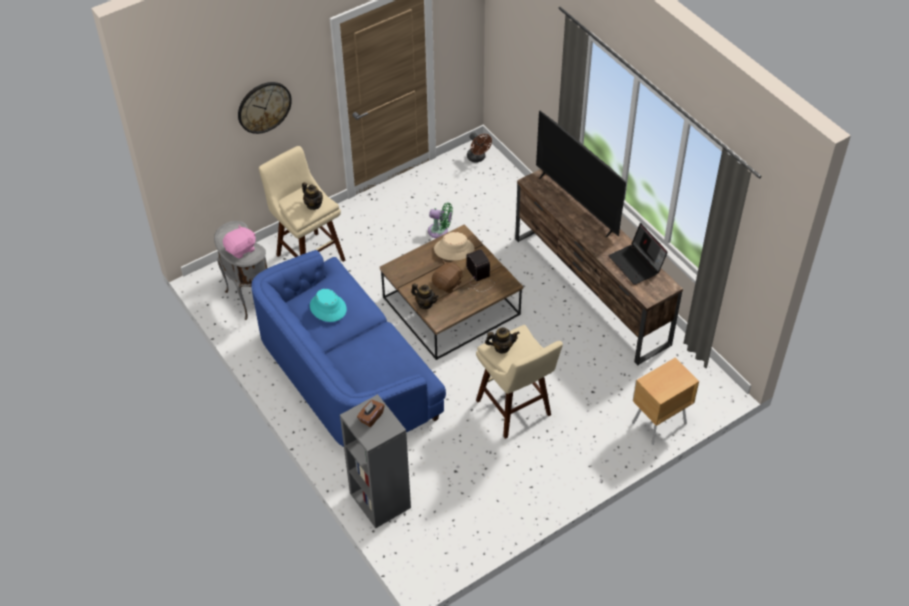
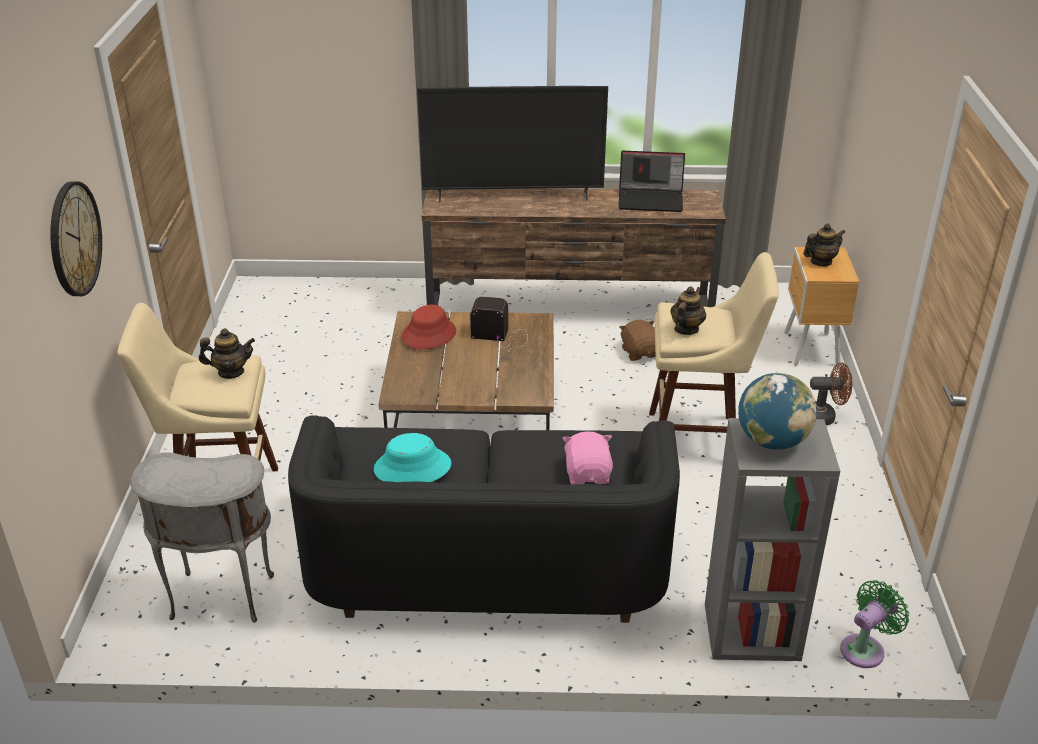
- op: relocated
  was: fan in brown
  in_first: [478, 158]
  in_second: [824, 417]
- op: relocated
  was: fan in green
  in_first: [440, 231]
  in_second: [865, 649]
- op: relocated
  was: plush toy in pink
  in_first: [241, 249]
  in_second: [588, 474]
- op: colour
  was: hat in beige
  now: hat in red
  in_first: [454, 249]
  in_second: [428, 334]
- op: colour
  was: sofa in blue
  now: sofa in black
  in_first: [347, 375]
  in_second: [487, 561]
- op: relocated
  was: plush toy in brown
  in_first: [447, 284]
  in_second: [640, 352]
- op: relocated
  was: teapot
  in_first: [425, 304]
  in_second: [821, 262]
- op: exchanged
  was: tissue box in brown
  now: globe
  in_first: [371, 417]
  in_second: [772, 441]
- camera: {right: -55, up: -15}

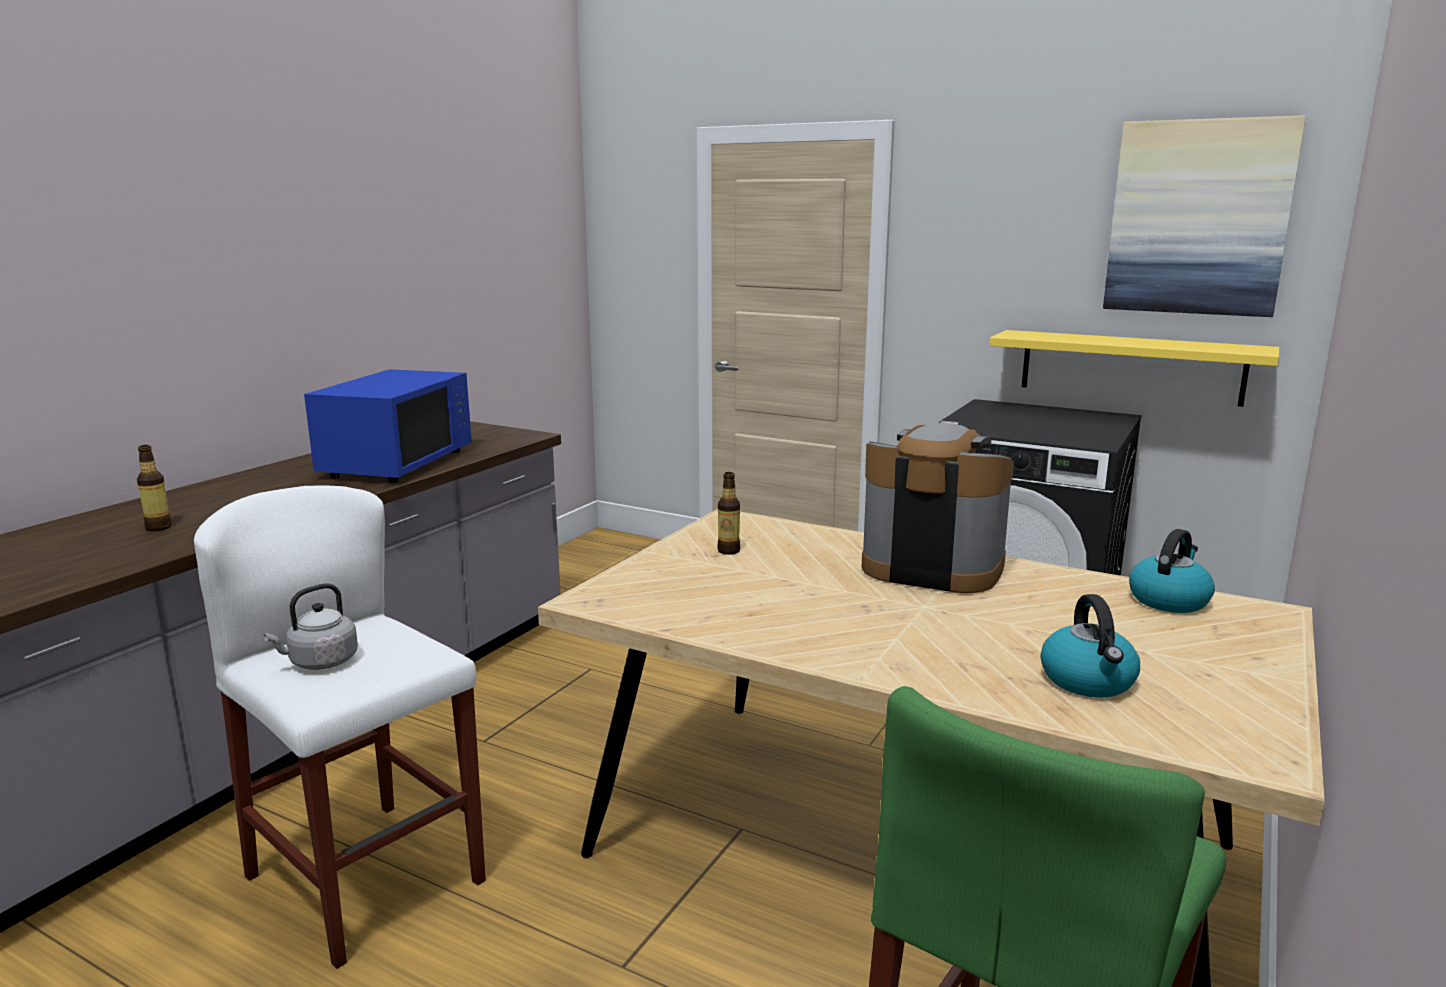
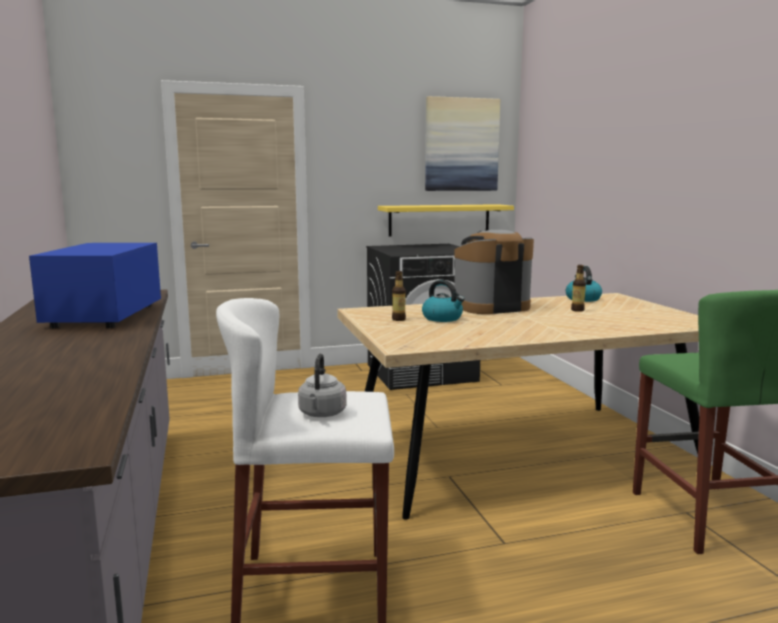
- op: spun
  was: microwave in blue
  in_first: [397, 463]
  in_second: [105, 316]
  clockwise: -150
- op: relocated
  was: bottle
  in_first: [158, 528]
  in_second: [577, 310]
- op: relocated
  was: kettle
  in_first: [1088, 681]
  in_second: [443, 318]
- camera: {right: -45, up: -5}

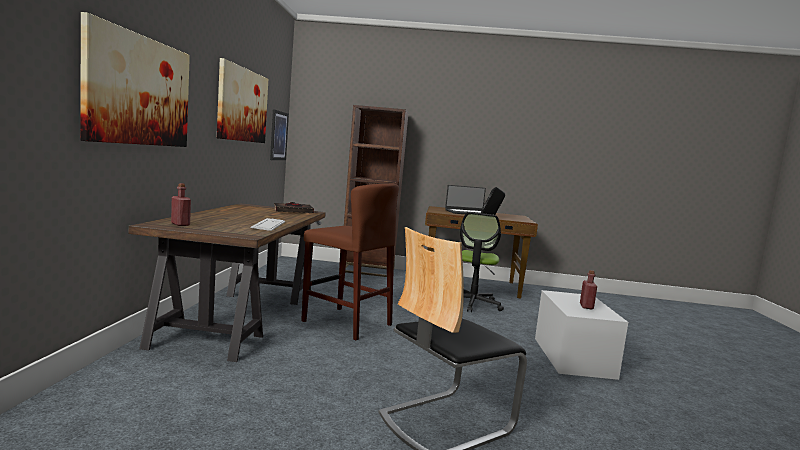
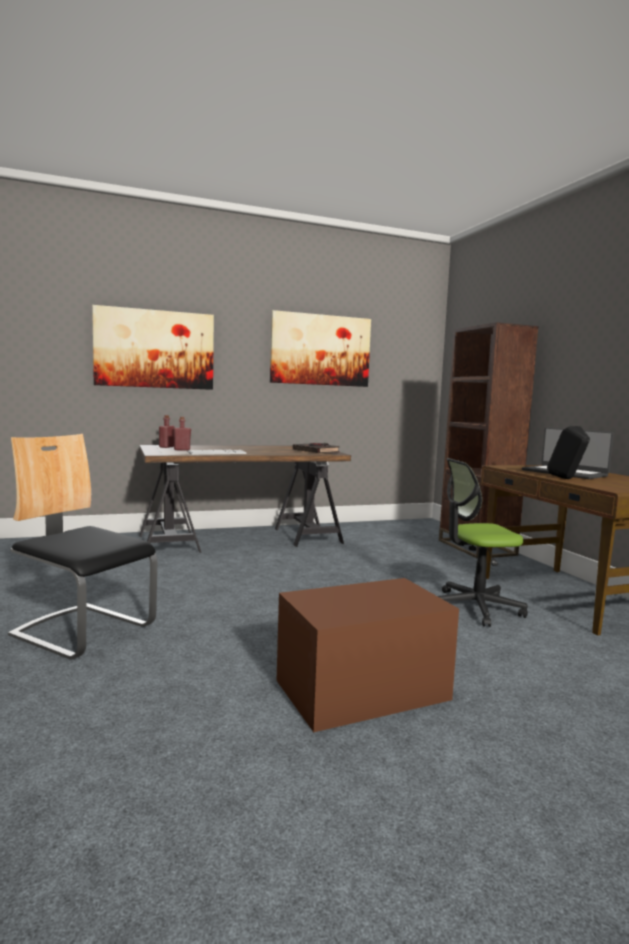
- op: missing
  was: picture
  in_first: [278, 136]
- op: missing
  was: stool in brown
  in_first: [346, 323]
- op: relocated
  was: bottle in red
  in_first: [586, 306]
  in_second: [182, 450]
- op: colour
  was: storage box in white
  now: storage box in brown
  in_first: [573, 357]
  in_second: [362, 690]
- camera: {right: 65, up: 0}

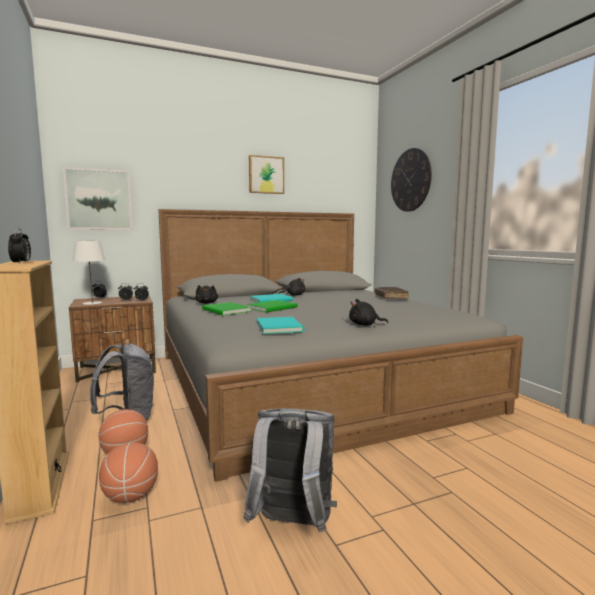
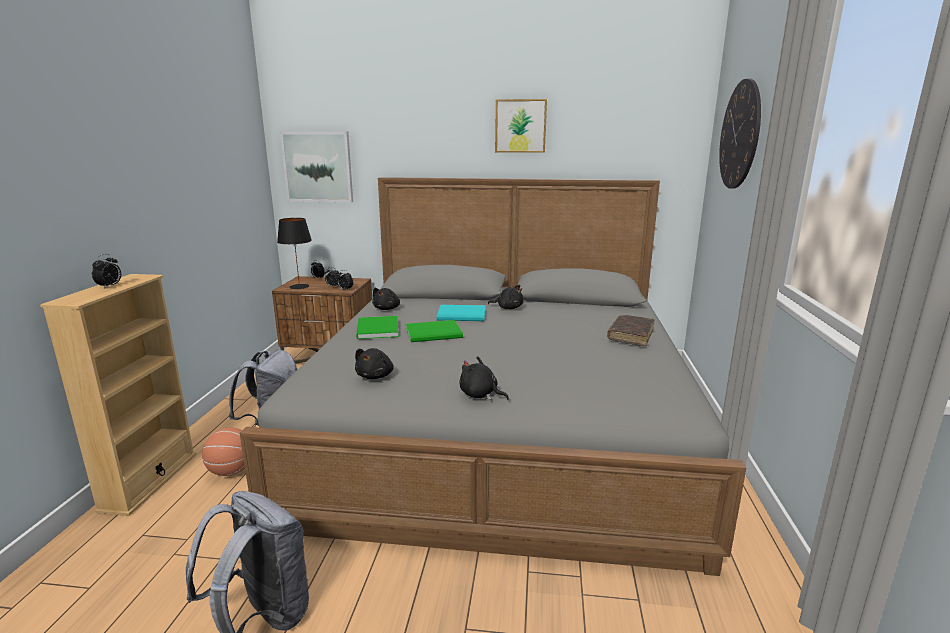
- op: colour
  was: table lamp in white
  now: table lamp in black
  in_first: [92, 303]
  in_second: [299, 286]
- op: exchanged
  was: book in turquoise
  now: plush toy in black
  in_first: [280, 326]
  in_second: [376, 376]
- op: missing
  was: basketball
  in_first: [131, 496]
- camera: {right: 30, up: 10}

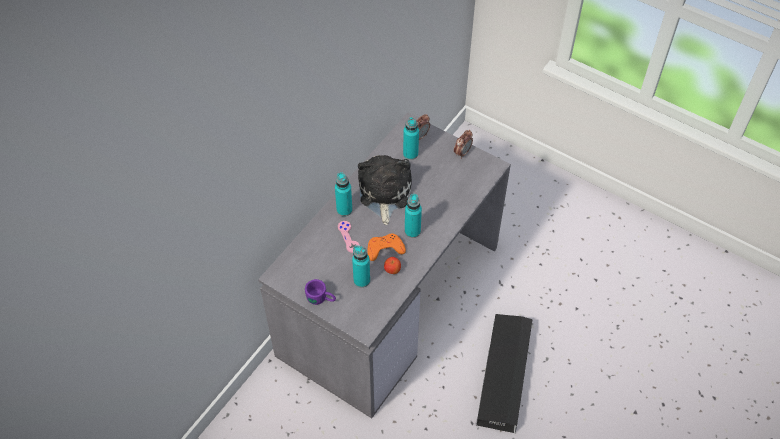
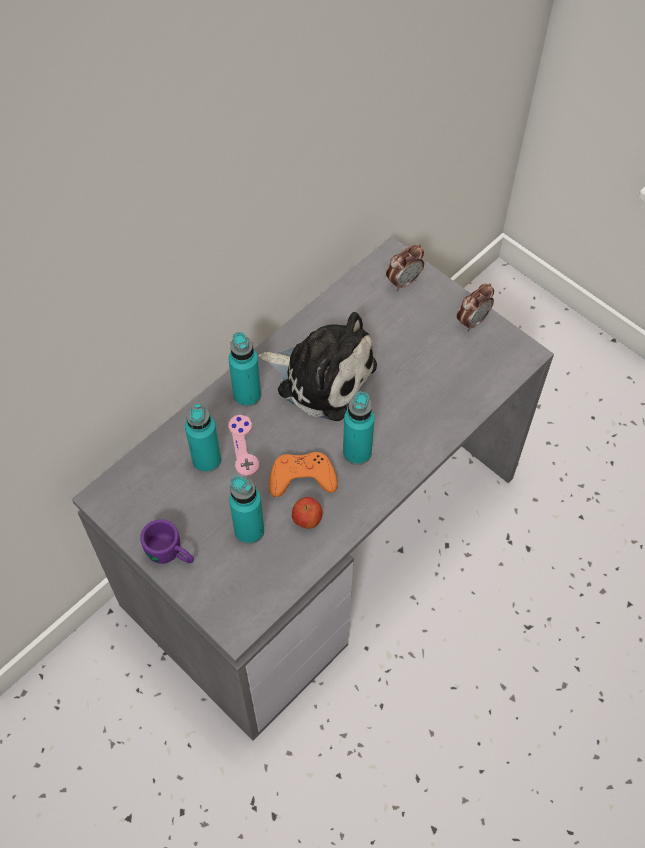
- op: relocated
  was: bottle in turquoise
  in_first: [410, 154]
  in_second: [206, 460]
- op: spun
  was: plush toy
  in_first: [384, 193]
  in_second: [321, 375]
  clockwise: 105
- op: missing
  was: storage box in black
  in_first: [504, 374]
- camera: {right: 10, up: 5}

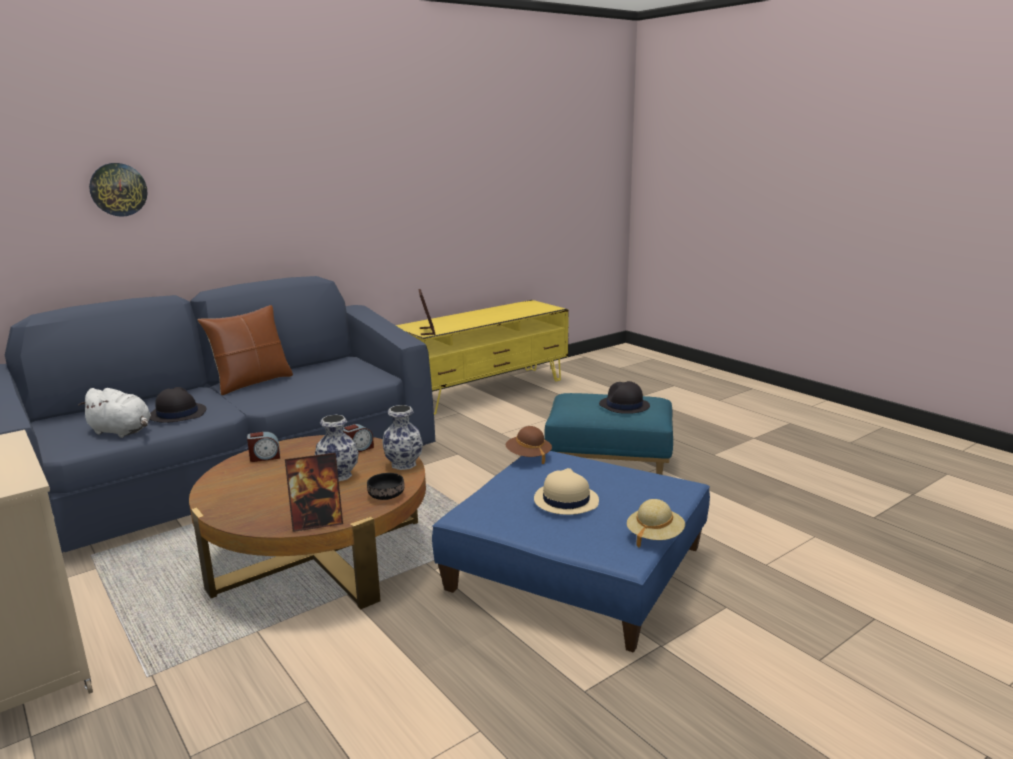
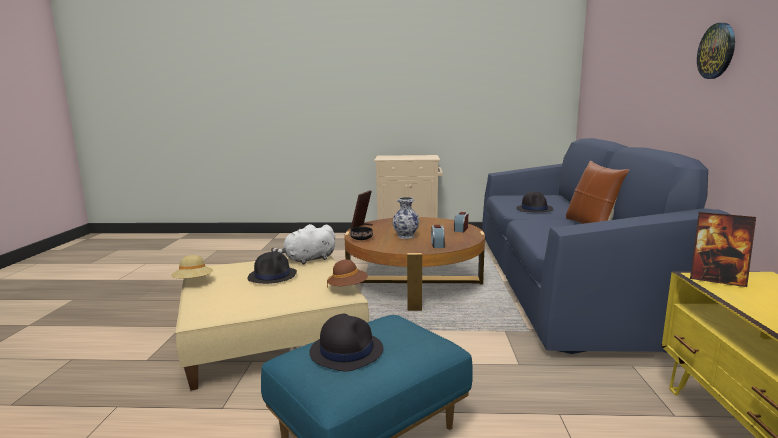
- op: relocated
  was: wall clock
  in_first: [118, 189]
  in_second: [716, 51]
- op: relocated
  was: plush toy in white
  in_first: [122, 432]
  in_second: [308, 260]
- op: missing
  was: vase
  in_first: [404, 464]
- op: colour
  was: ottoman in blue
  now: ottoman in beige
  in_first: [578, 567]
  in_second: [271, 336]
- op: colour
  was: hat in beige
  now: hat in black
  in_first: [565, 500]
  in_second: [273, 276]
- camera: {right: 130, up: -5}

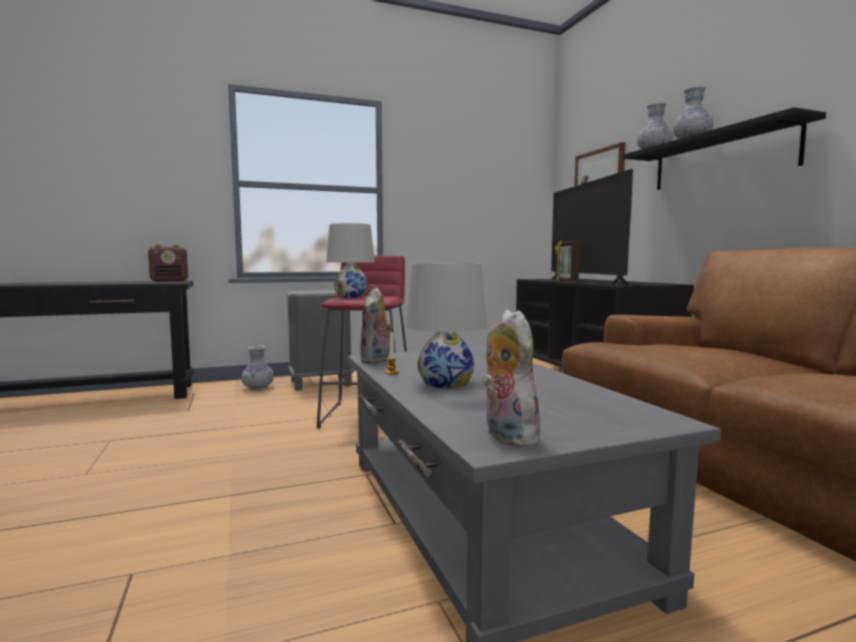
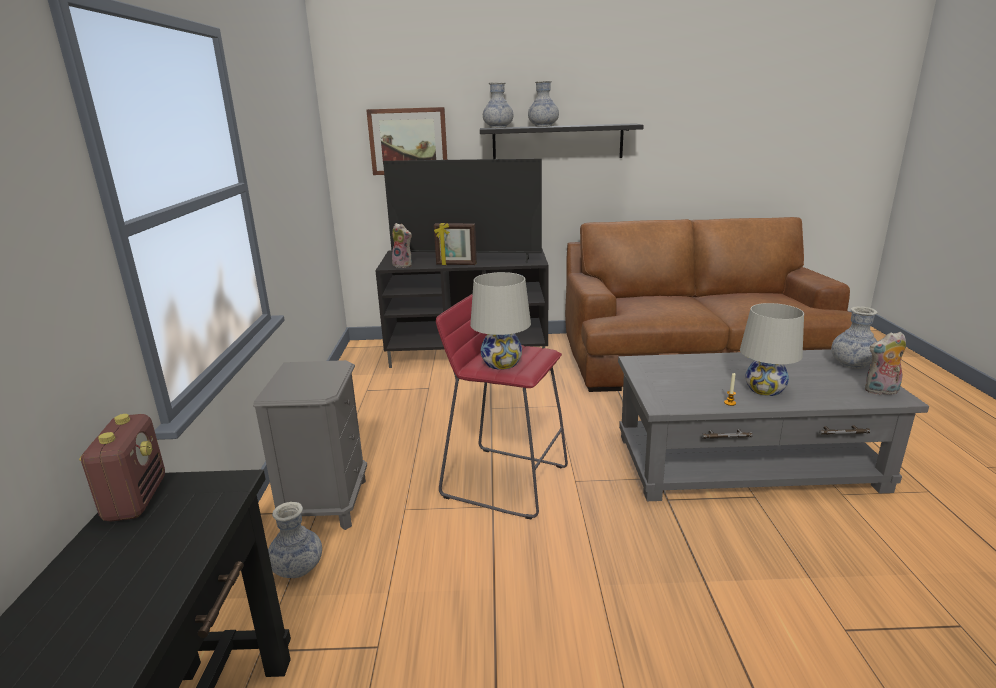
- op: relocated
  was: plush toy
  in_first: [376, 360]
  in_second: [404, 265]
- op: appeared
  now: vase
  in_second: [852, 364]
- camera: {right: -70, up: 15}

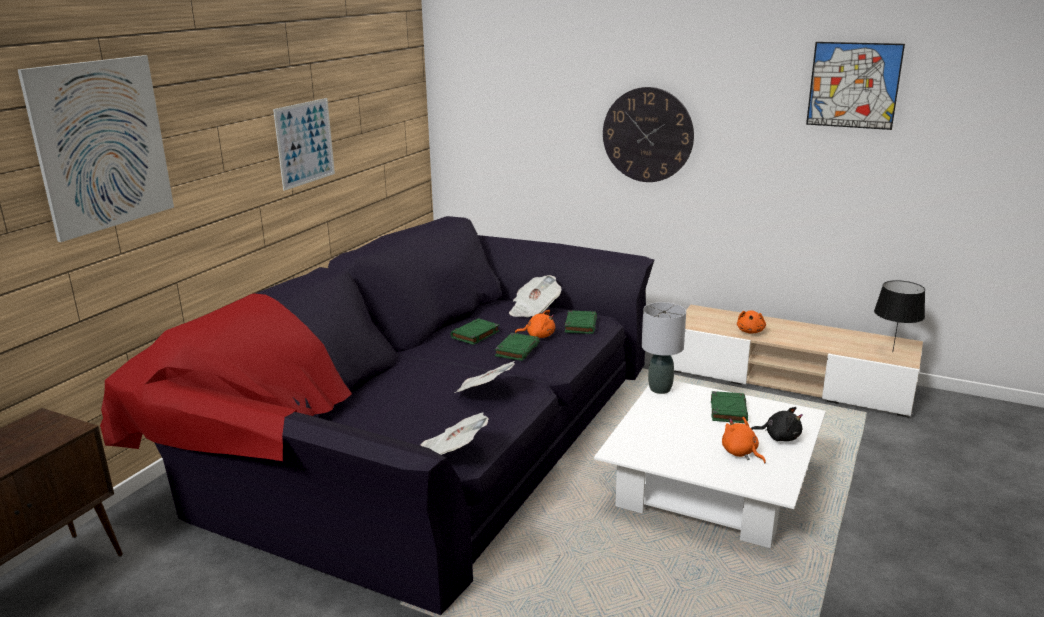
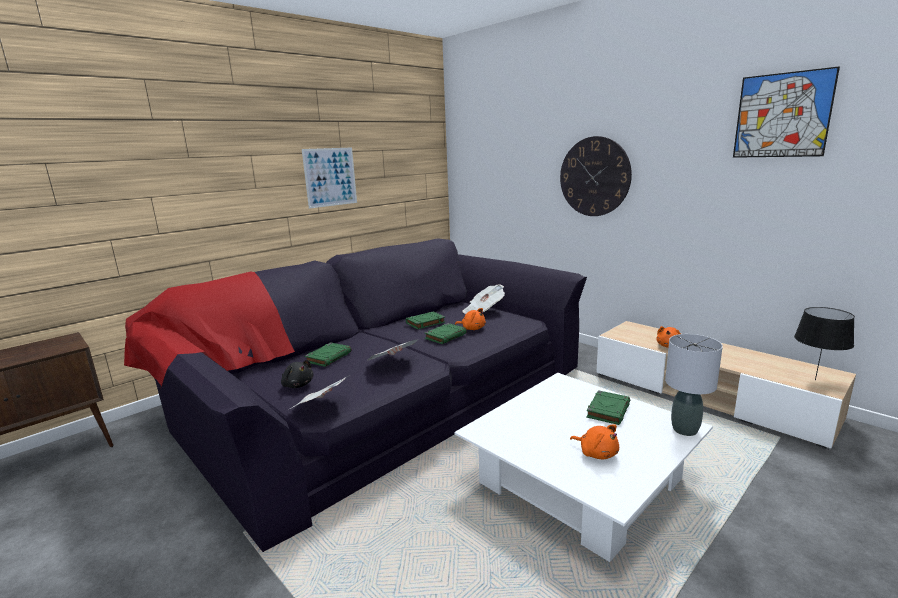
- op: missing
  was: picture
  in_first: [102, 145]
- op: relocated
  was: table lamp in grey
  in_first: [660, 389]
  in_second: [685, 430]
- op: relocated
  was: book in green
  in_first: [580, 325]
  in_second: [329, 357]
- op: relocated
  was: plush toy in black
  in_first: [779, 437]
  in_second: [297, 385]
- op: spun
  was: plush toy in orange
  in_first: [741, 453]
  in_second: [596, 453]
  clockwise: 150
- camera: {right: 20, up: -5}

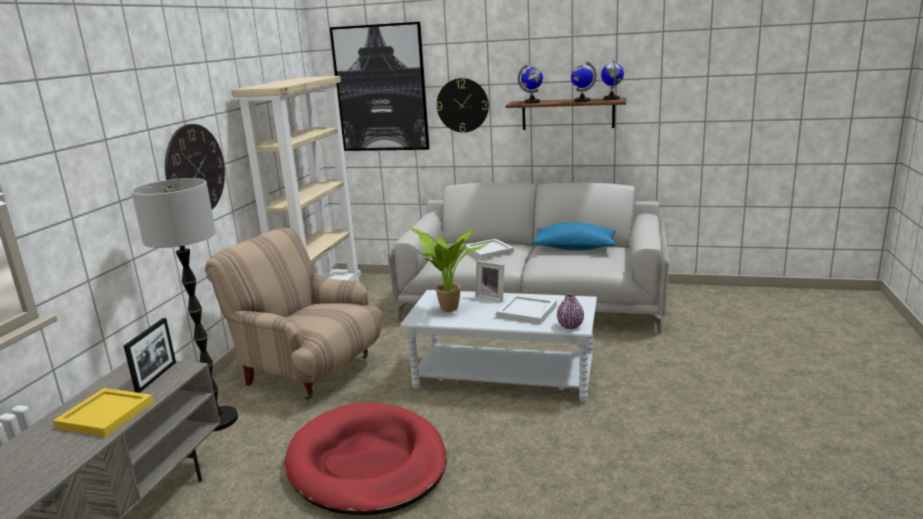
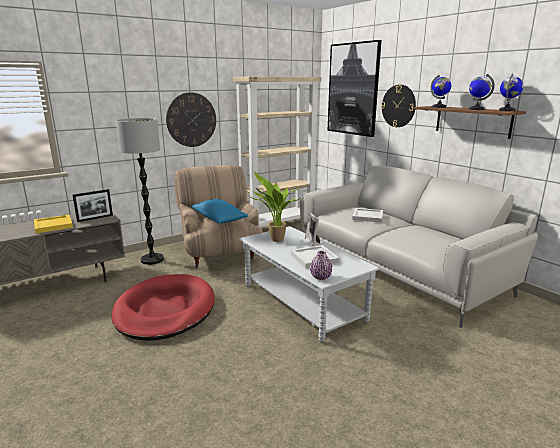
- op: relocated
  was: pillow in blue
  in_first: [574, 248]
  in_second: [219, 220]
- camera: {right: 40, up: 0}

